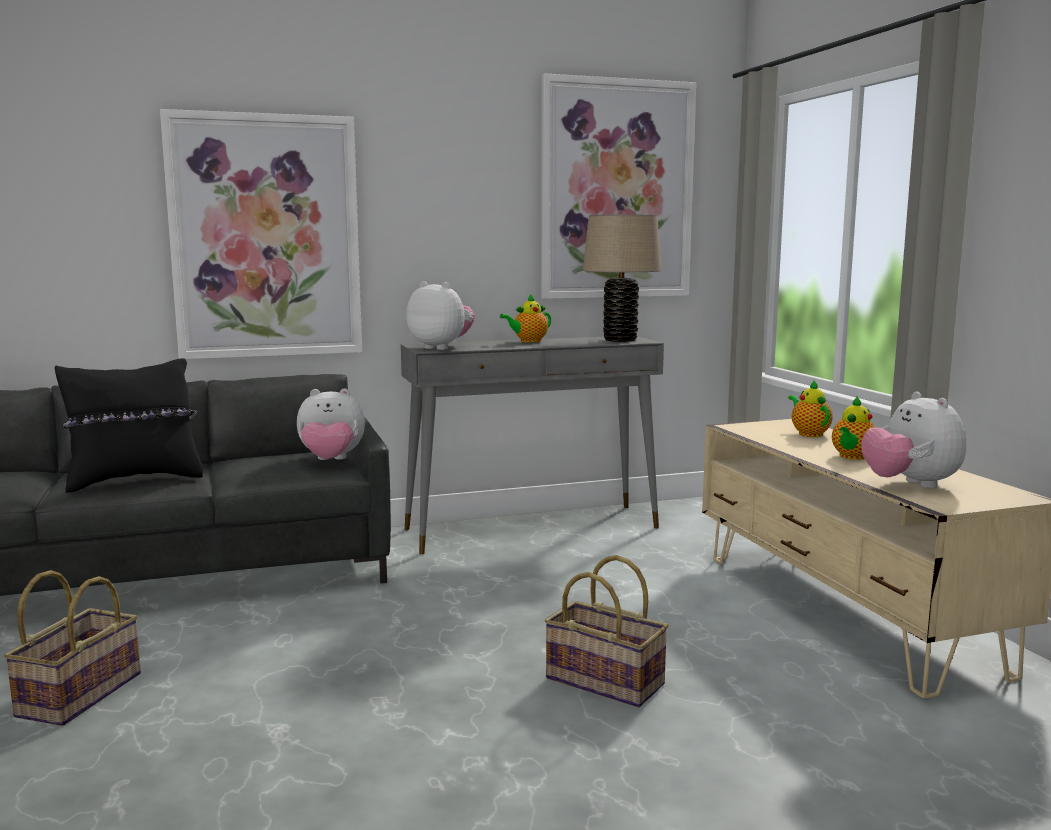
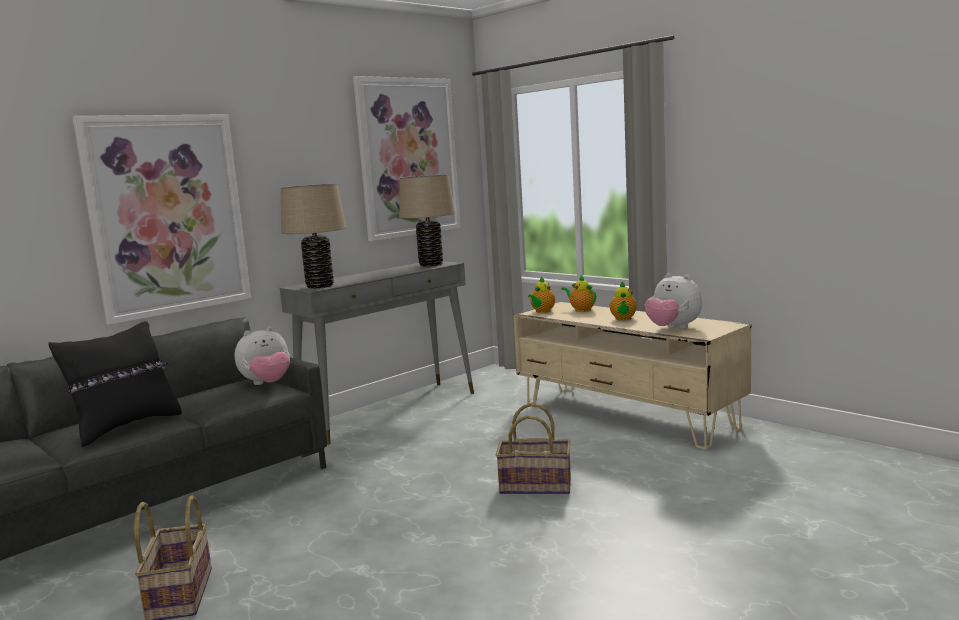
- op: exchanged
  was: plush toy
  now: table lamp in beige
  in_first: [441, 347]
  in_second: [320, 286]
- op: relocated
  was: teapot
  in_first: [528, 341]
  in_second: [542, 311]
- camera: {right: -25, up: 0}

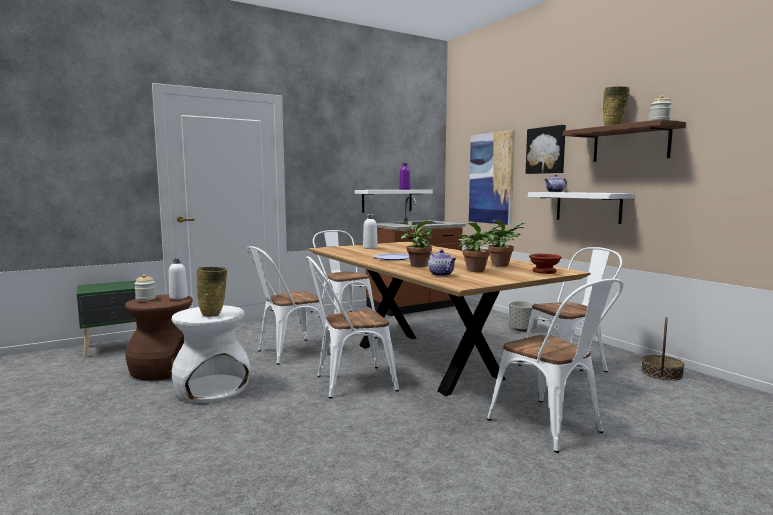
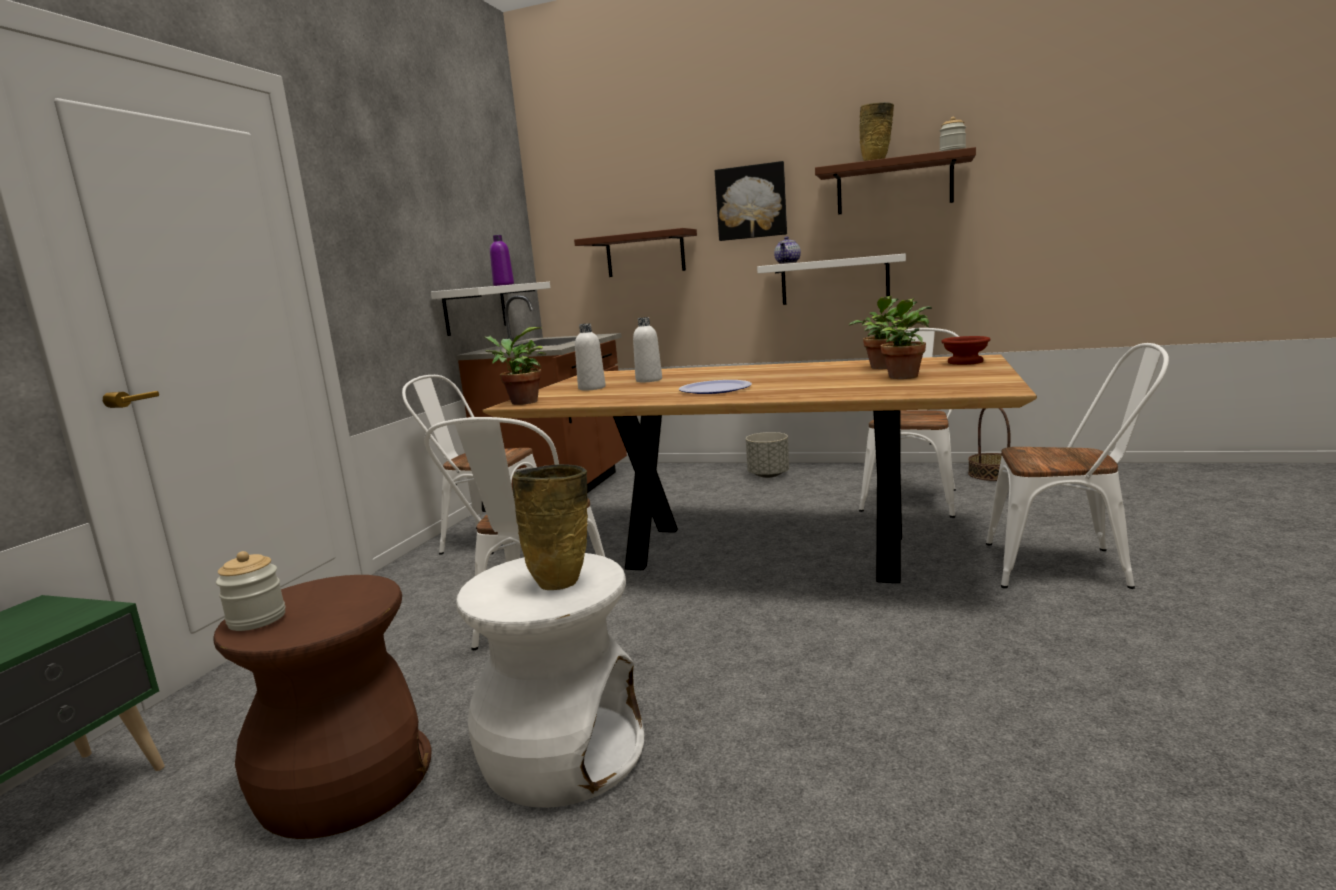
- op: exchanged
  was: picture
  now: shelf in brown
  in_first: [491, 178]
  in_second: [645, 254]
- op: relocated
  was: potted plant
  in_first: [417, 265]
  in_second: [520, 402]
- op: missing
  was: teapot
  in_first: [441, 274]
- op: missing
  was: chair in white
  in_first: [348, 383]
- op: relocated
  was: bottle in white
  in_first: [178, 297]
  in_second: [649, 380]
- camera: {right: -40, up: 5}

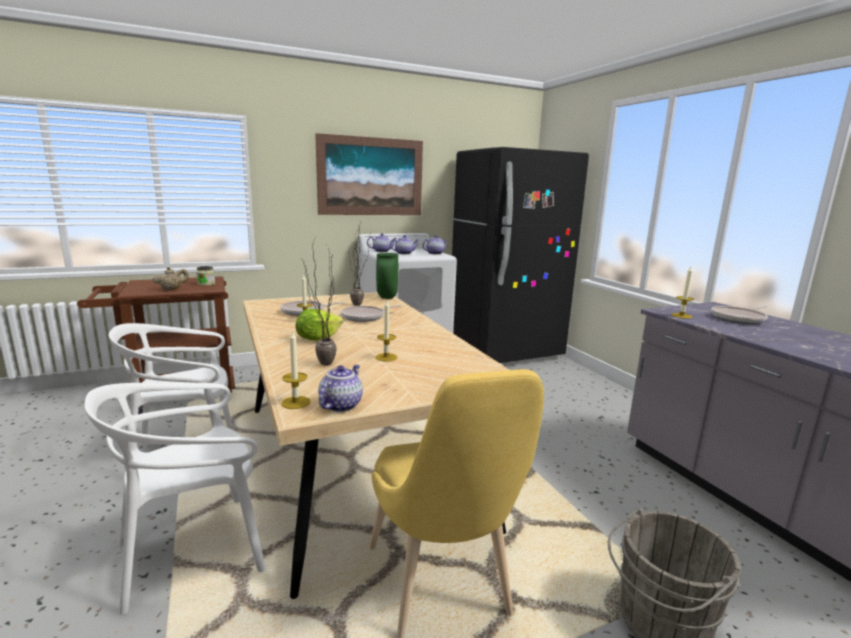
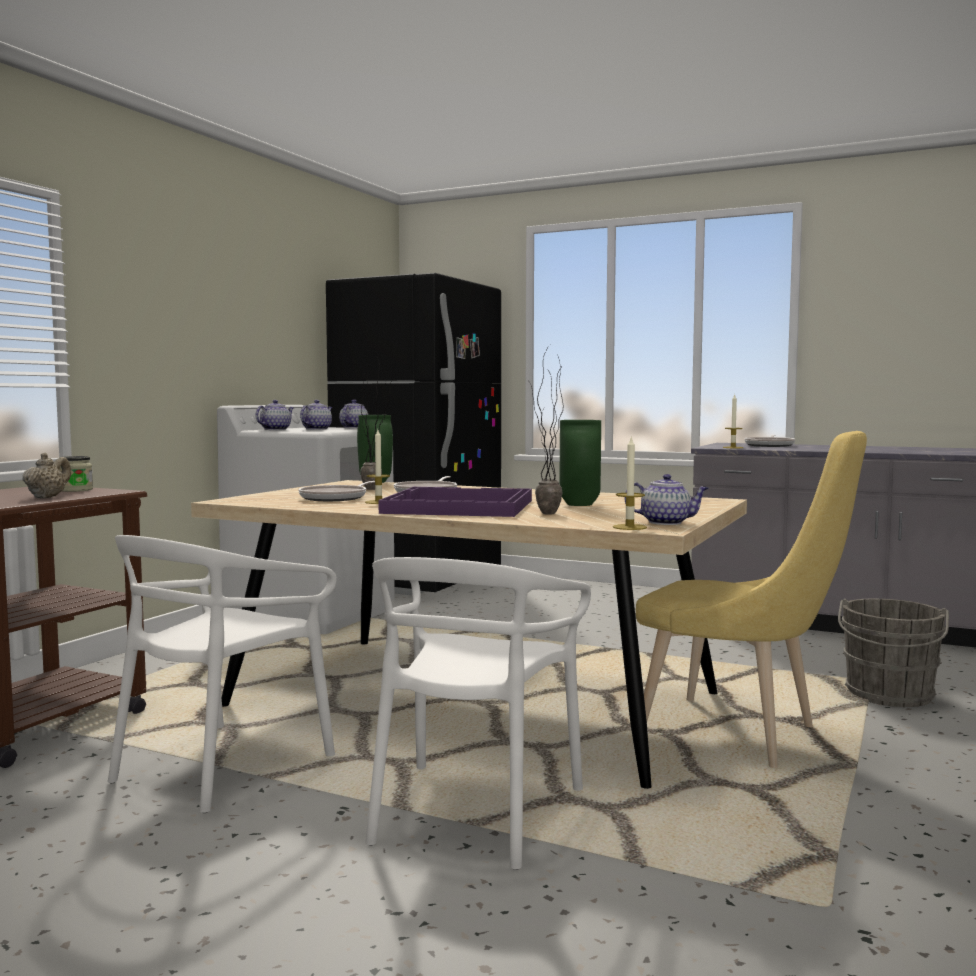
- op: missing
  was: picture
  in_first: [371, 176]
- op: exchanged
  was: candle
  now: vase in green
  in_first: [386, 357]
  in_second: [578, 505]
- op: exchanged
  was: lettuce
  now: tray in purple
  in_first: [317, 339]
  in_second: [457, 507]
- op: spun
  was: teapot
  in_first: [341, 405]
  in_second: [666, 522]
  clockwise: 120
- camera: {right: -40, up: -10}

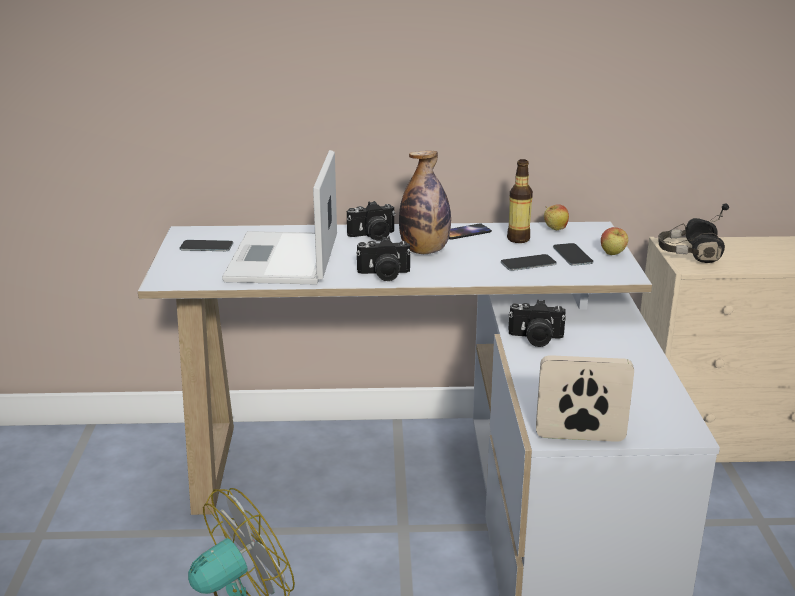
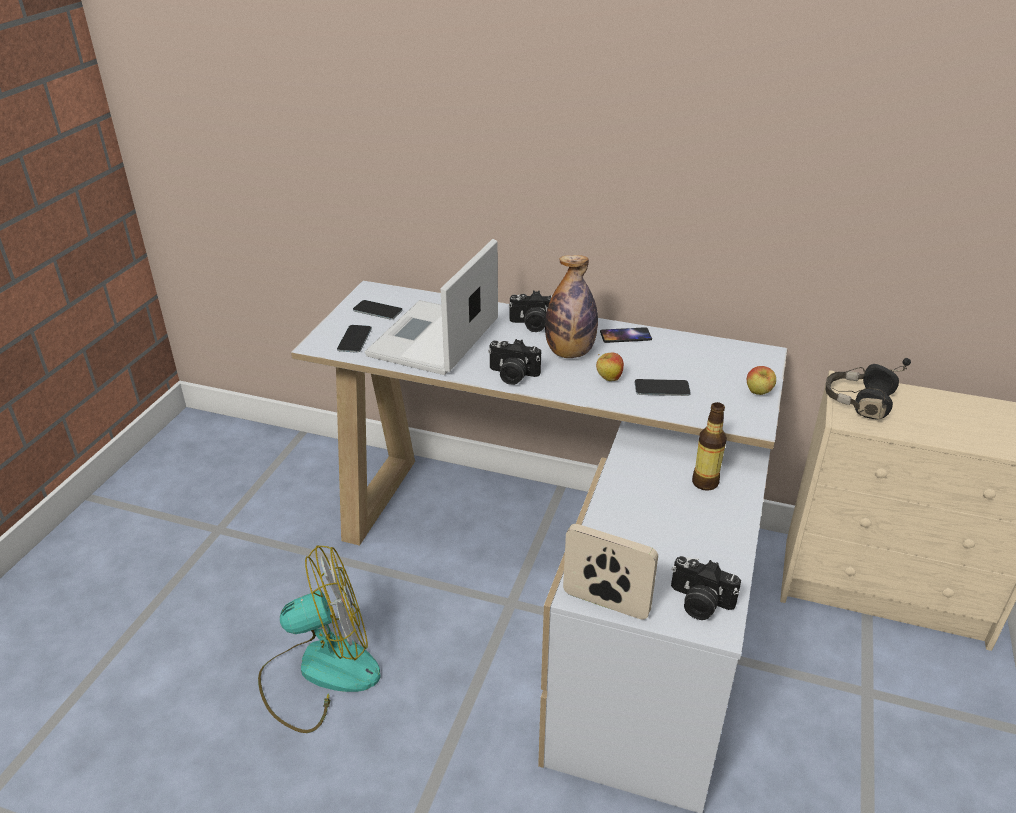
- op: relocated
  was: bottle
  in_first: [518, 239]
  in_second: [705, 482]
- op: relocated
  was: apple
  in_first: [555, 229]
  in_second: [608, 378]
- op: relocated
  was: phone
  in_first: [572, 255]
  in_second: [354, 339]
- op: relocated
  was: photo camera
  in_first: [535, 339]
  in_second: [699, 603]
- camera: {right: 20, up: 10}

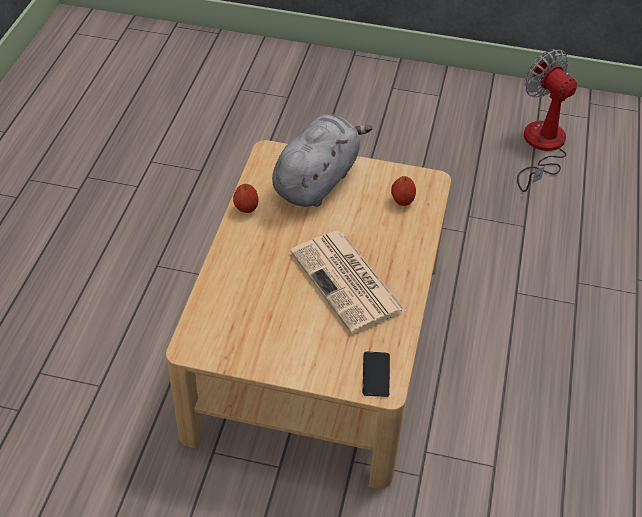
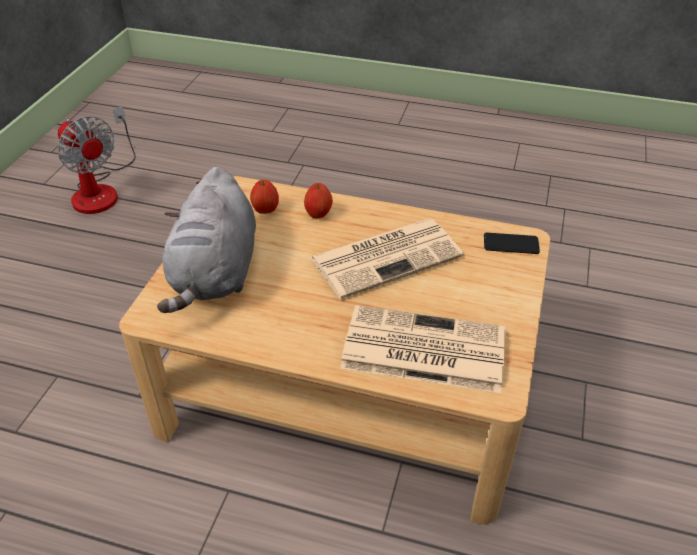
- op: spun
  was: fan
  in_first: [541, 147]
  in_second: [101, 190]
  clockwise: -105
- op: spun
  was: plush toy in grey
  in_first: [317, 180]
  in_second: [216, 274]
  clockwise: -120
- op: relocated
  was: apple
  in_first: [246, 209]
  in_second: [318, 214]
- op: appeared
  now: newspaper
  in_second: [421, 350]
- camera: {right: -85, up: -5}

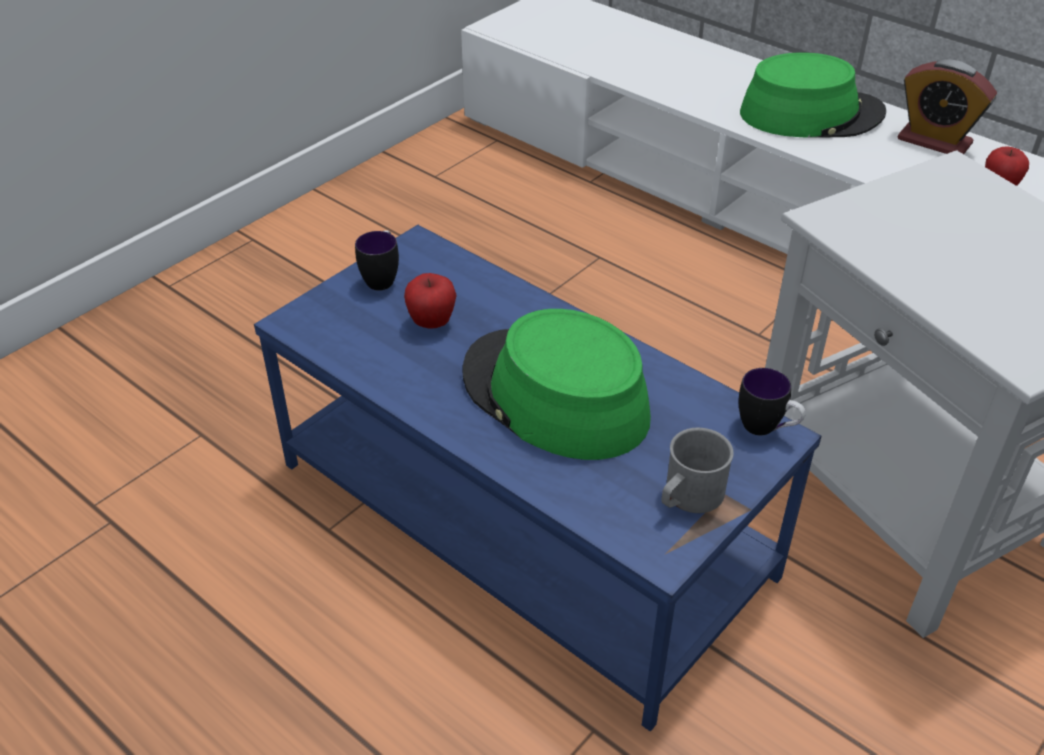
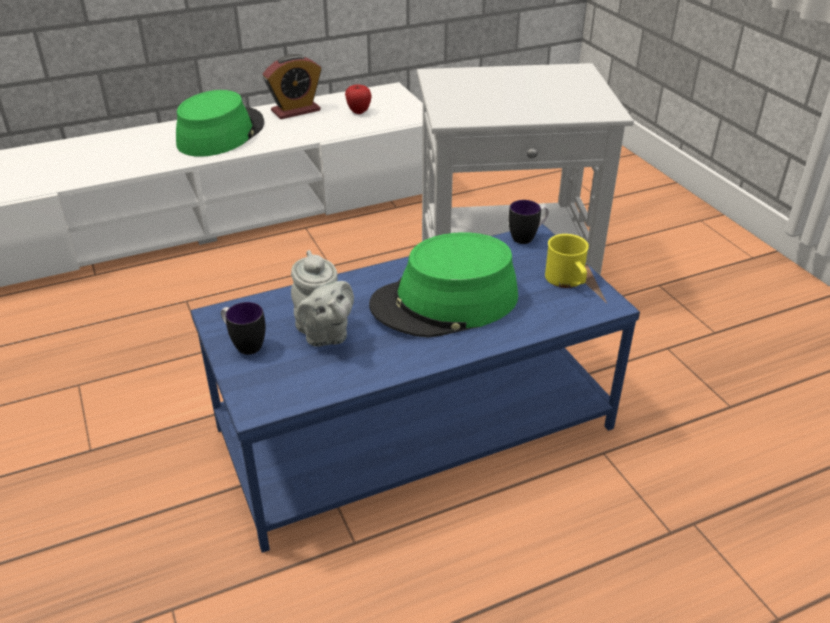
- op: exchanged
  was: apple
  now: teapot in grey
  in_first: [432, 323]
  in_second: [323, 334]
- op: colour
  was: mug in grey
  now: mug in yellow
  in_first: [688, 497]
  in_second: [567, 281]
- camera: {right: -65, up: -5}

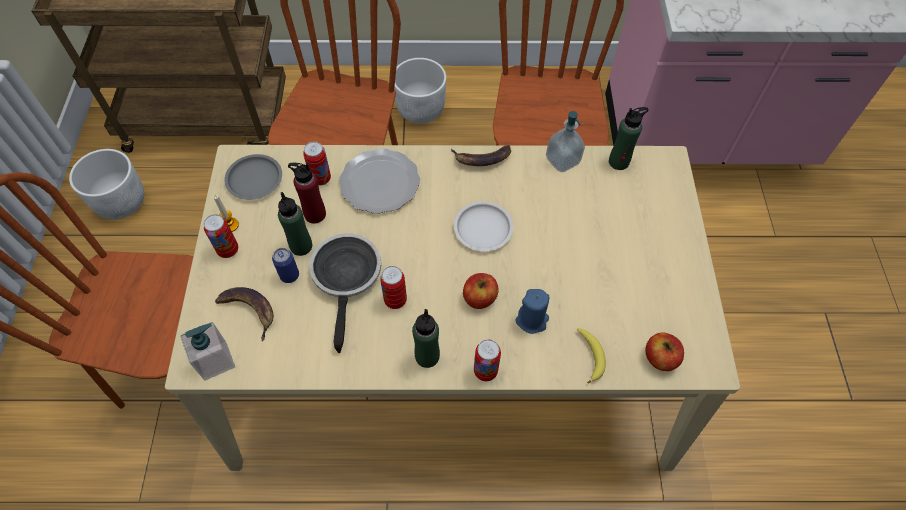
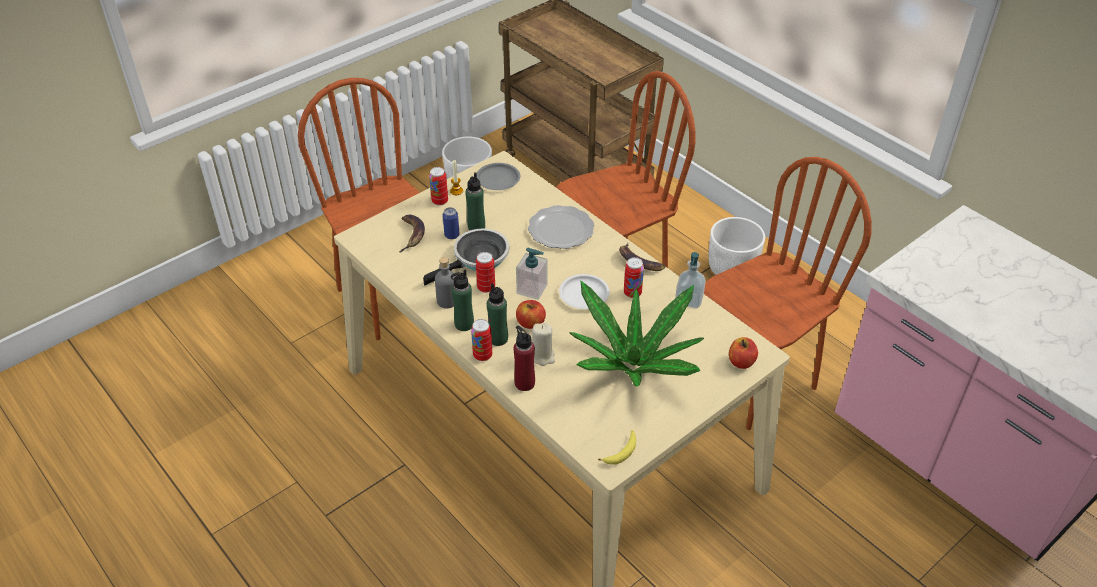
- op: relocated
  was: bottle in green
  in_first: [619, 162]
  in_second: [498, 339]
- op: relocated
  was: can
  in_first: [321, 179]
  in_second: [632, 293]
- op: relocated
  was: bottle in red
  in_first: [315, 214]
  in_second: [524, 383]
- op: colour
  was: candle in blue
  now: candle in beige
  in_first: [532, 320]
  in_second: [542, 356]
- op: relocated
  was: soap dispenser
  in_first: [215, 360]
  in_second: [532, 289]
- op: relocated
  was: banana
  in_first: [590, 356]
  in_second: [621, 452]
- op: relocated
  was: apple
  in_first: [660, 358]
  in_second: [741, 362]
- op: appeared
  now: bottle in grey
  in_second: [447, 301]
- op: appeared
  now: potted plant
  in_second: [634, 363]
- camera: {right: 50, up: -15}

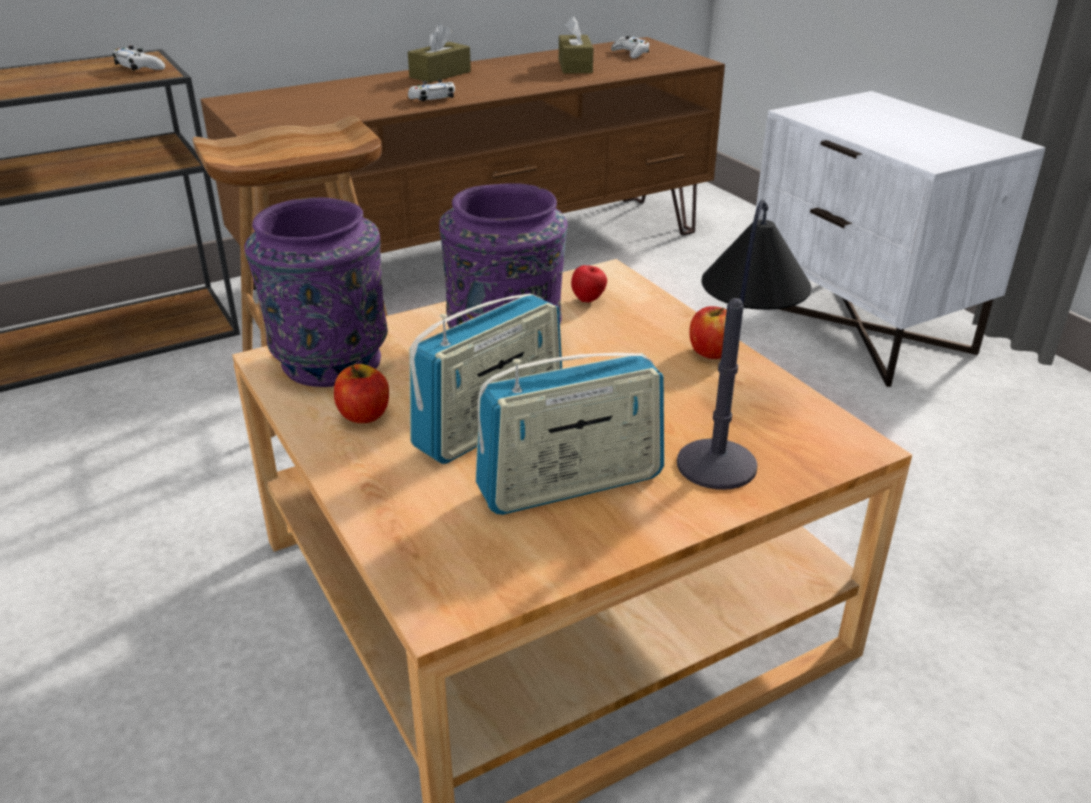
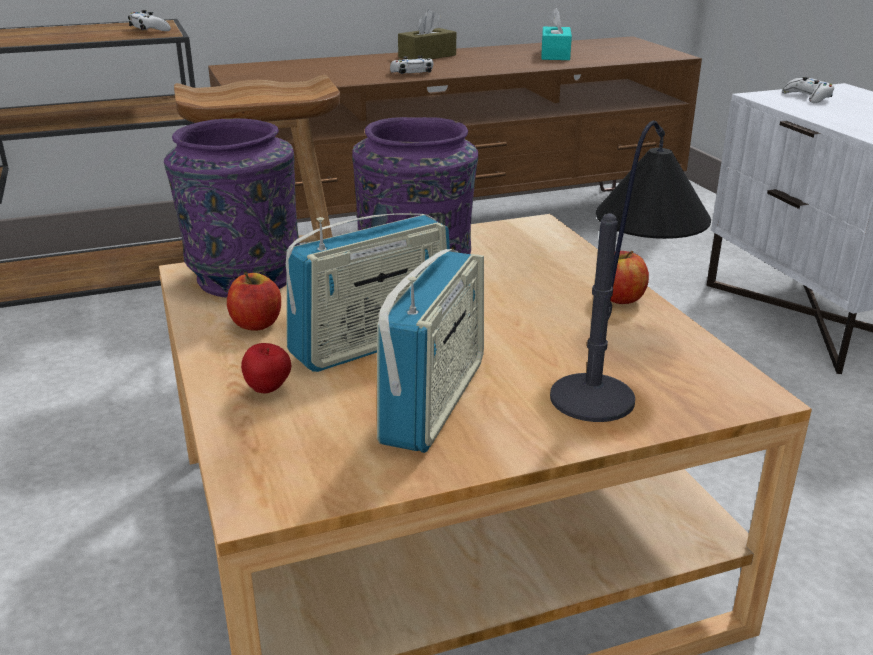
- op: colour
  was: tissue box in brown
  now: tissue box in turquoise
  in_first: [575, 66]
  in_second: [555, 54]
- op: relocated
  was: game controller in white
  in_first: [630, 53]
  in_second: [807, 97]
- op: relocated
  was: apple
  in_first: [588, 300]
  in_second: [269, 390]
- op: spun
  was: radio
  in_first: [571, 484]
  in_second: [434, 401]
  clockwise: -60
- camera: {right: 10, up: -5}

